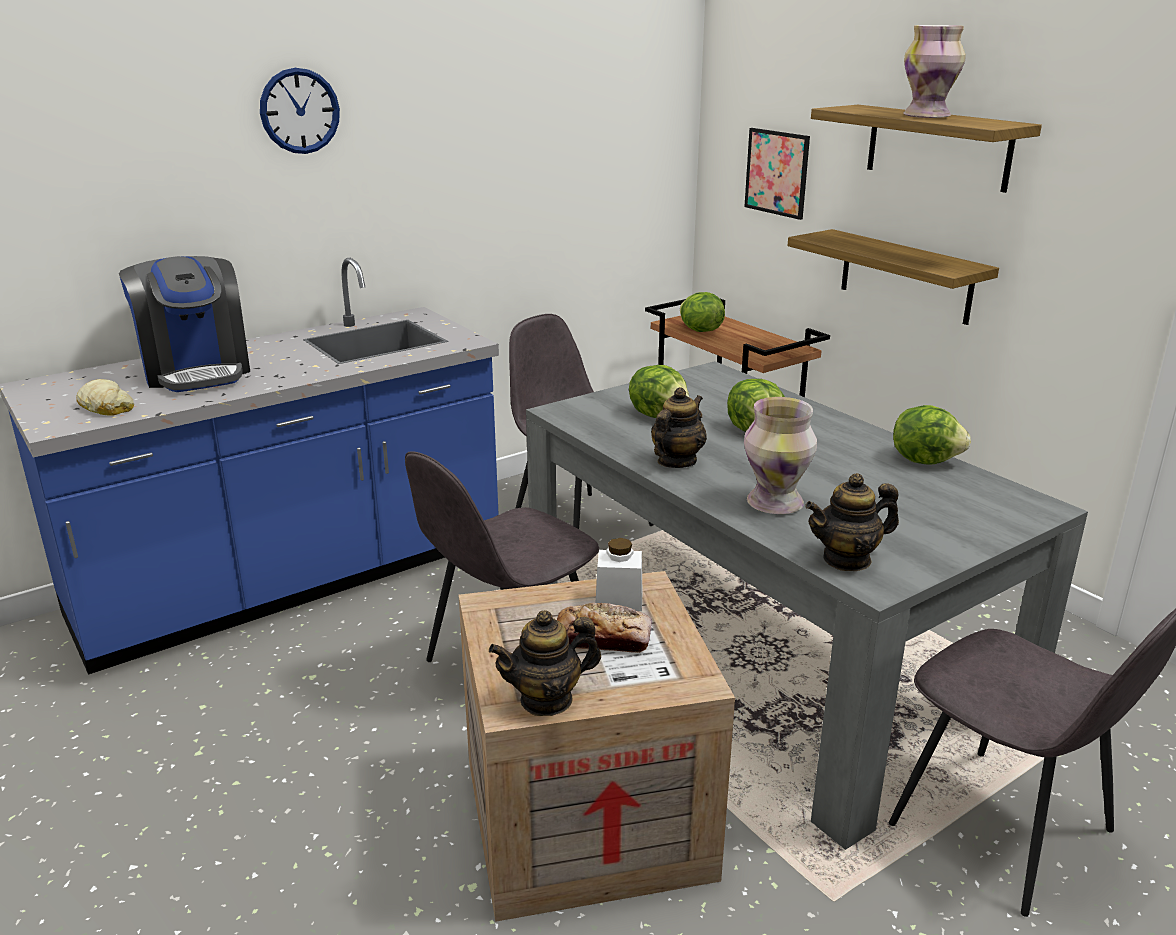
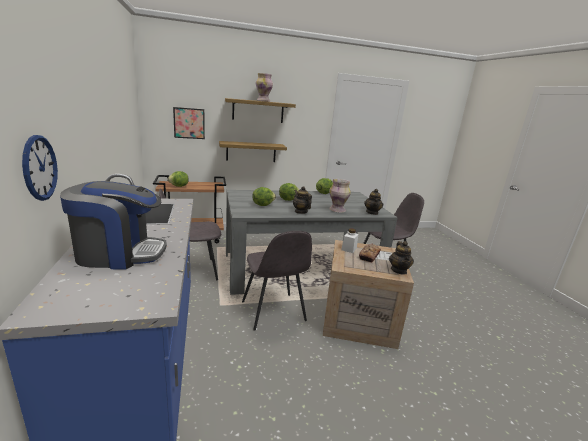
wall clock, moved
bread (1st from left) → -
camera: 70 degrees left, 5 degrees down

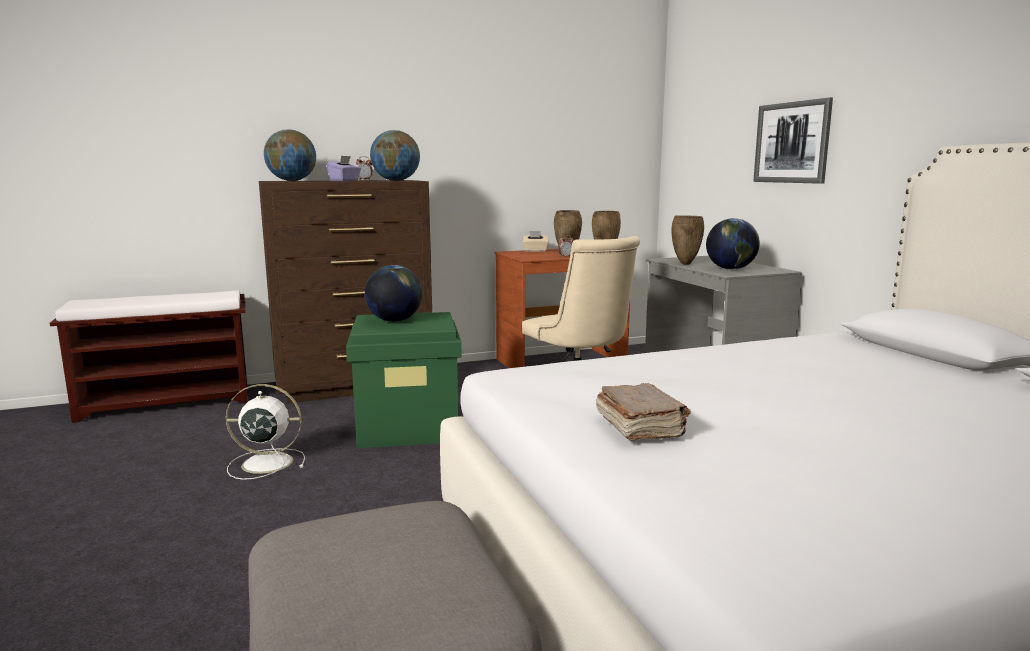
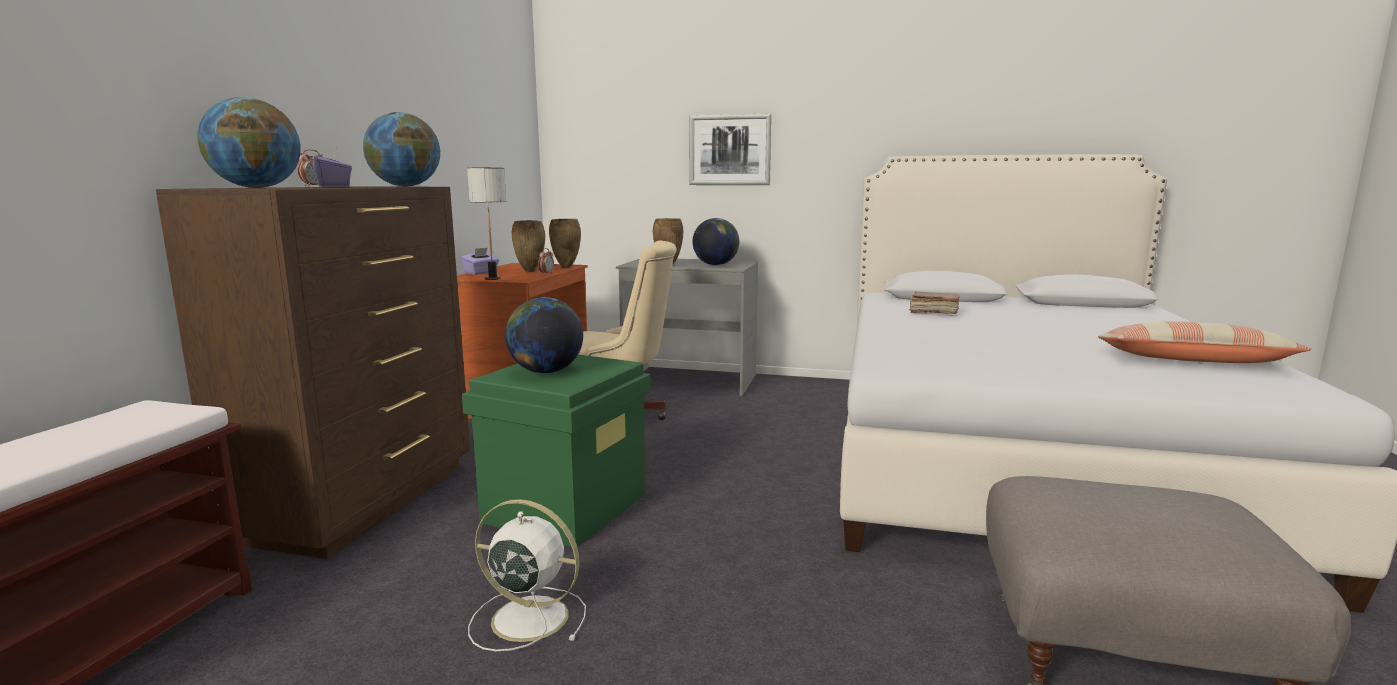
beige tissue box → purple tissue box (2nd from left)
brown book, moved
white fan, 75 degrees clockwise
- → table lamp
- → pillow
camera: 55 degrees left, 0 degrees up

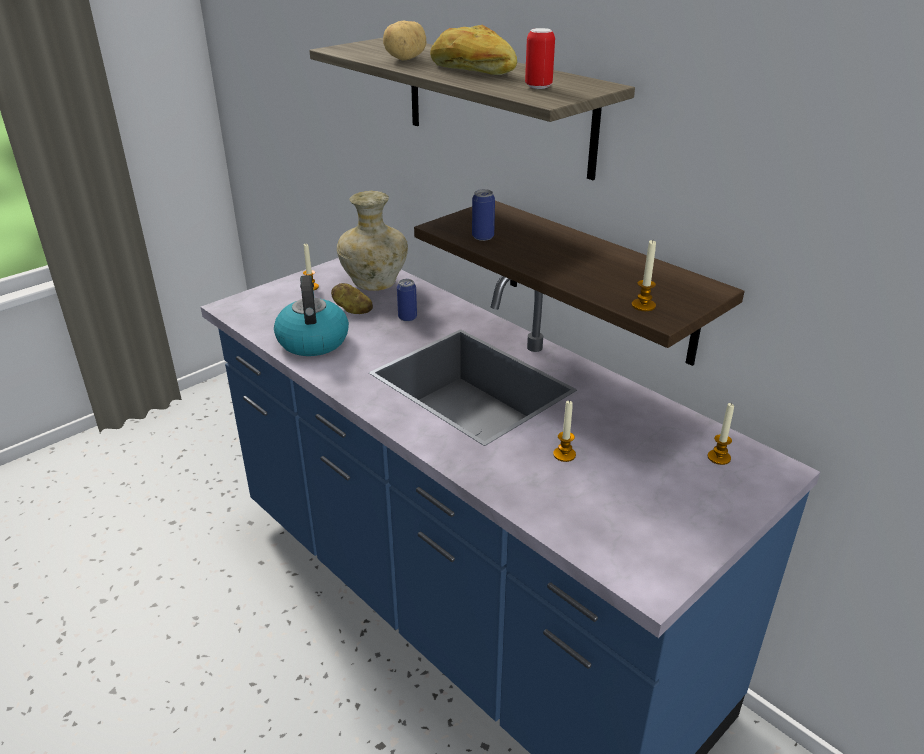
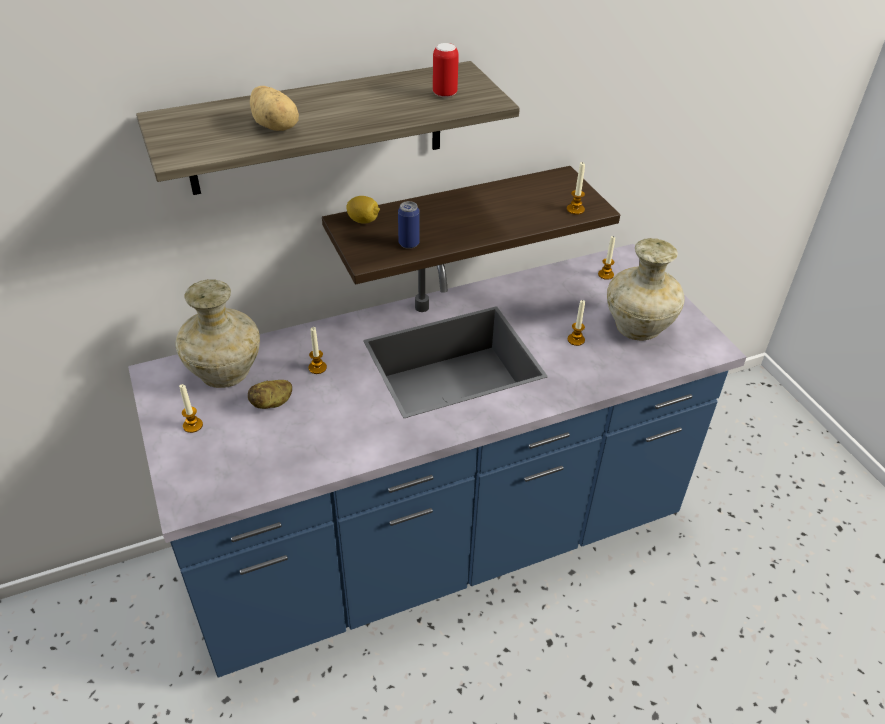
bread → -
kettle → -
can (1st from left) → candle (2nd from left)
- → lemon
- → beige vase (2nd from left)
camera: 70 degrees left, 10 degrees up

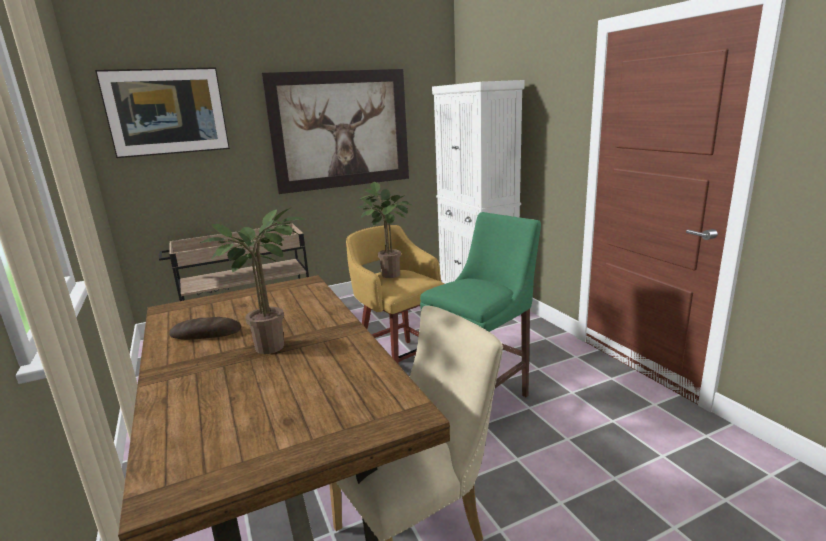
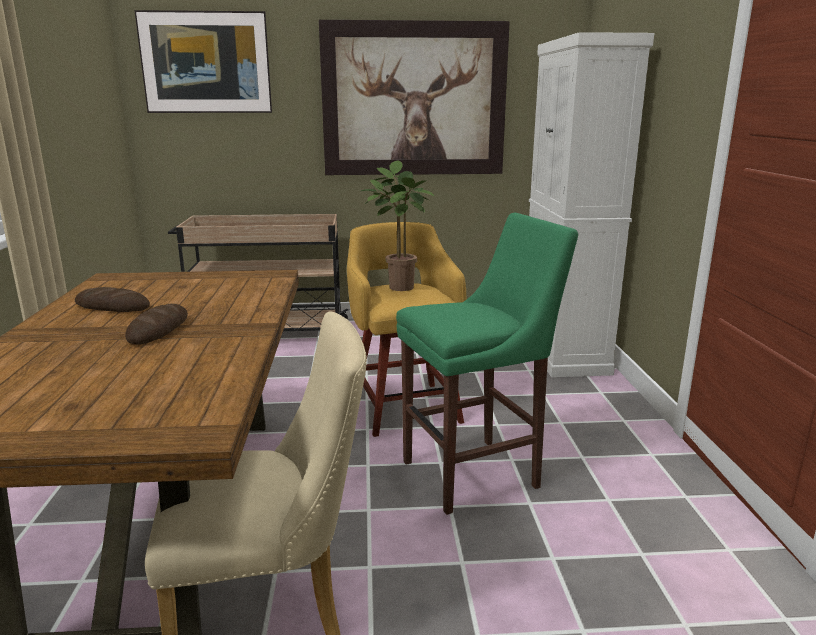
potted plant (1st from left) → bread (2nd from left)
camera: 20 degrees right, 0 degrees up

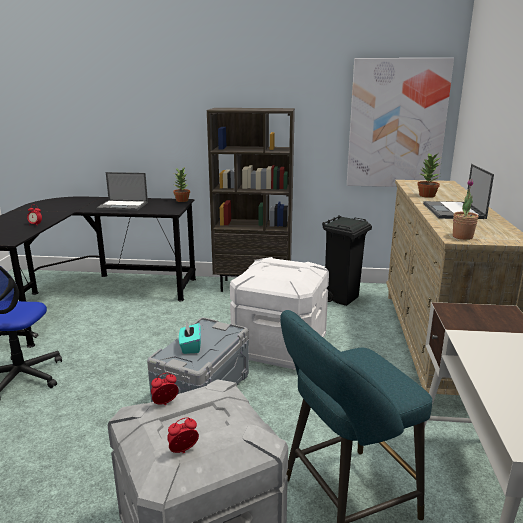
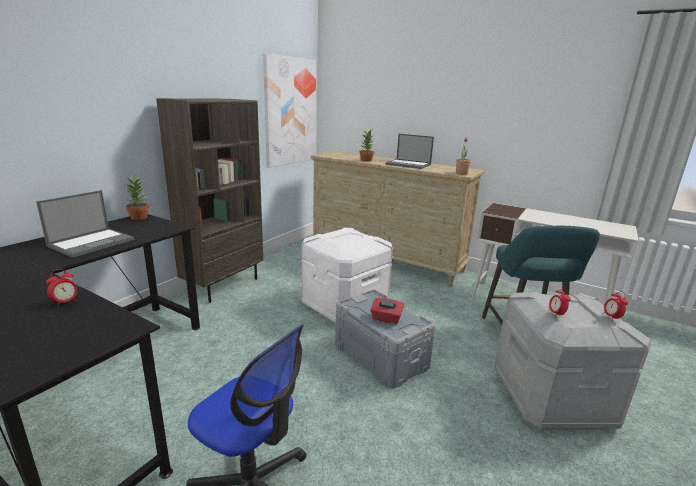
black trash can → -
turquoise tissue box → red tissue box
camera: 65 degrees left, 0 degrees up

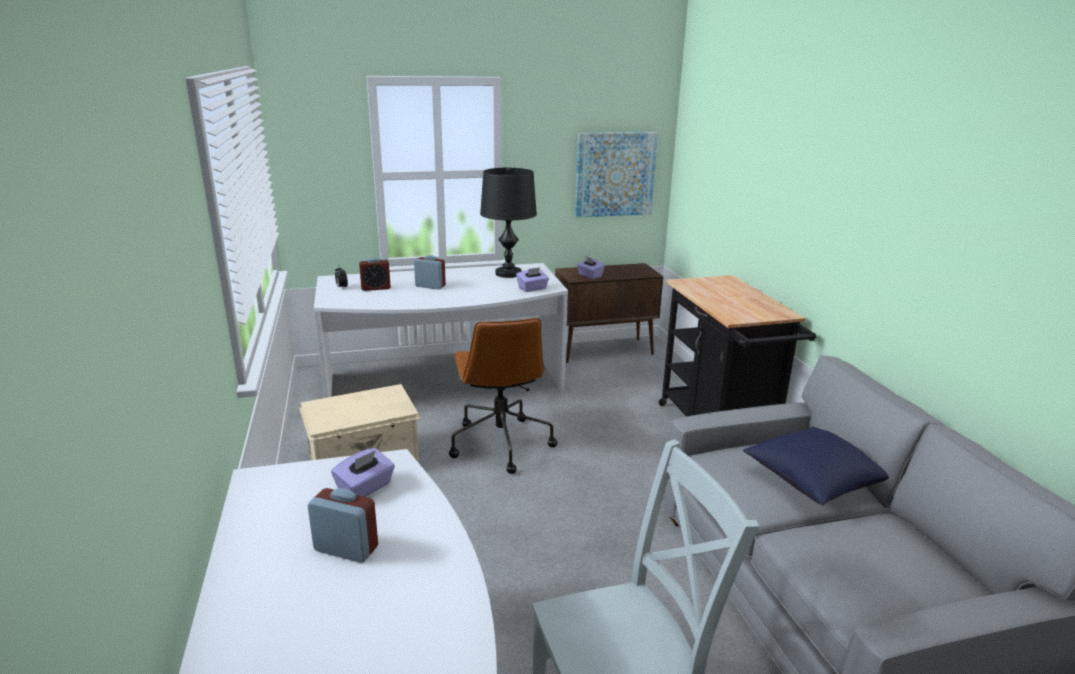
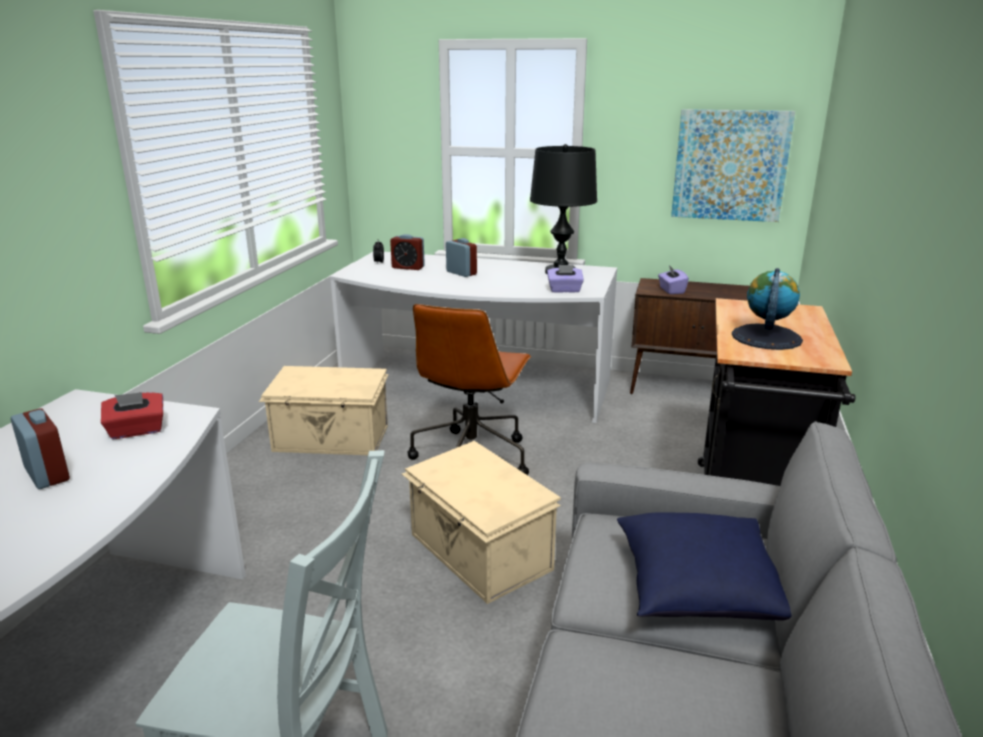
purple tissue box (1st from left) → red tissue box
- → globe
- → beige storage box (2nd from left)
camera: 30 degrees right, 0 degrees up

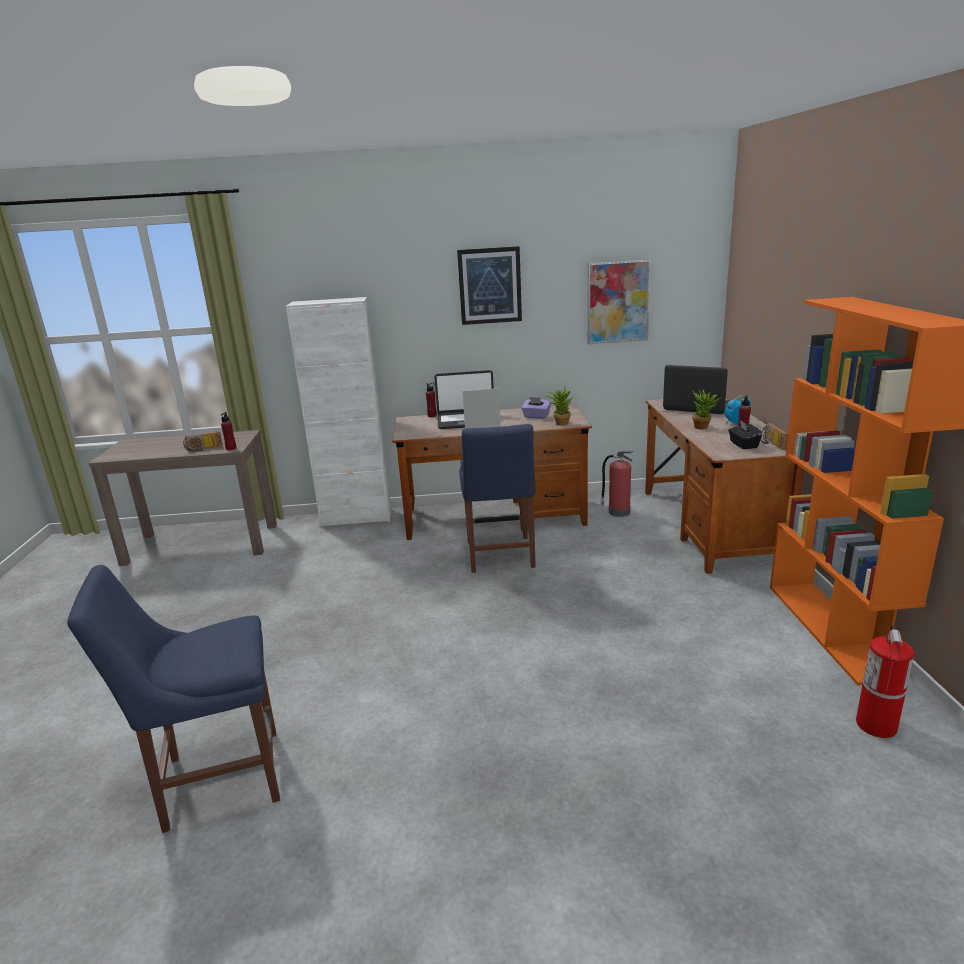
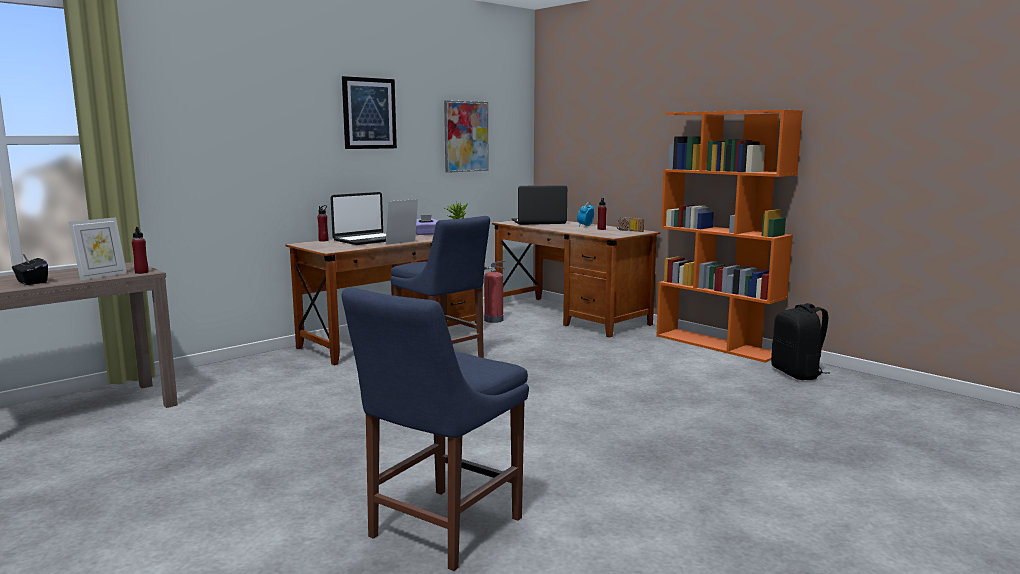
white cabinet → -
potted plant (2nd from left) → -
black tissue box, moved
radio (1st from left) → picture frame (1st from left)
fire extinguisher (2nd from left) → black backpack
camera: 40 degrees left, 10 degrees down

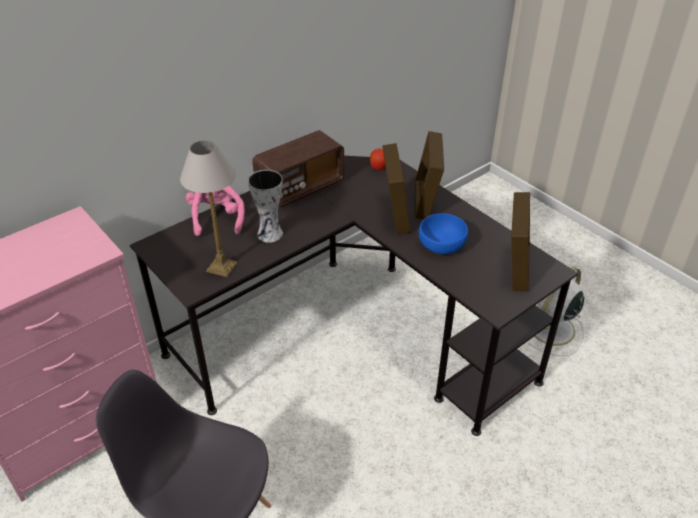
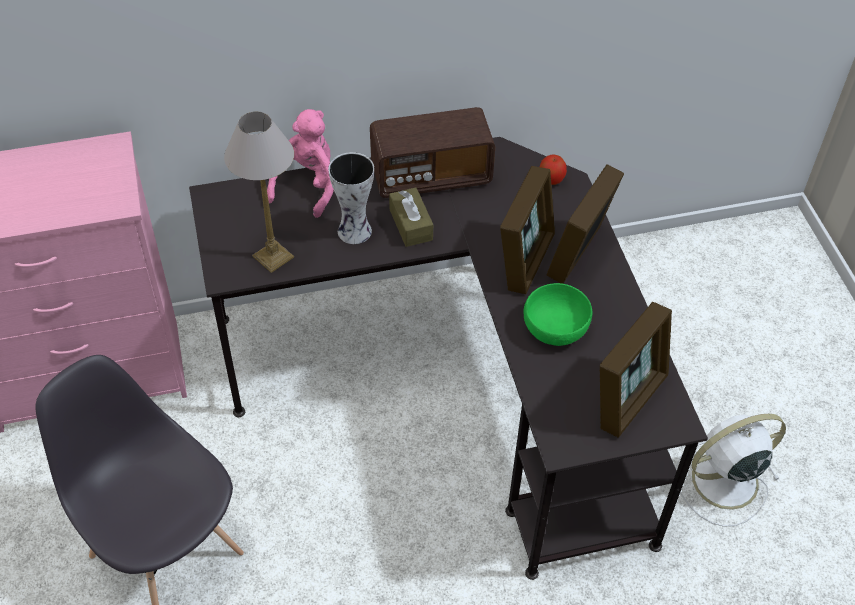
blue bowl → green bowl
- → brown tissue box
camera: 25 degrees right, 10 degrees up

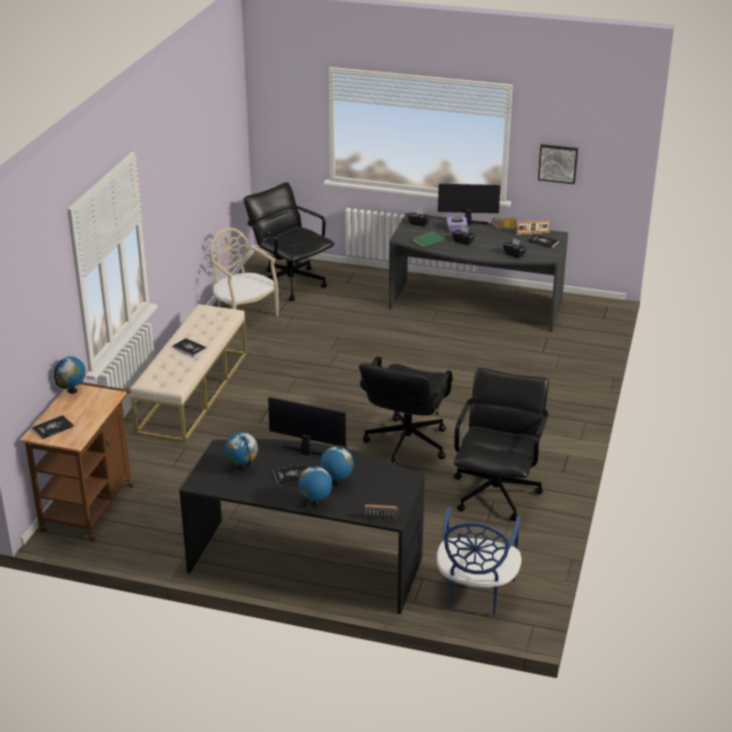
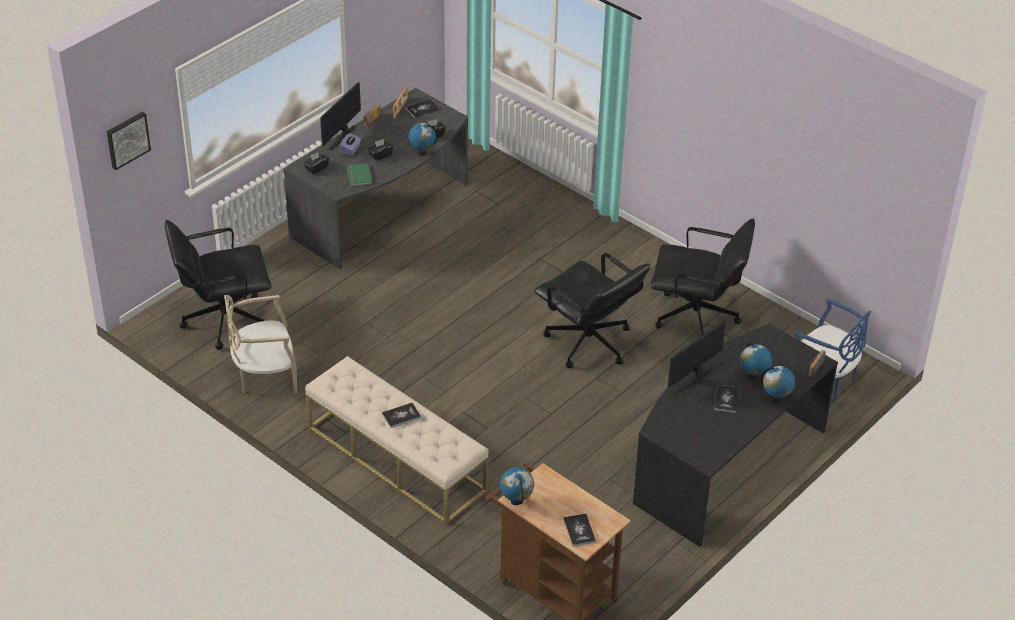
picture, moved
black office chair (3rd from left), 150 degrees clockwise
globe (2nd from left in the first image) → globe (1st from left), moved
camera: 65 degrees left, 10 degrees up

